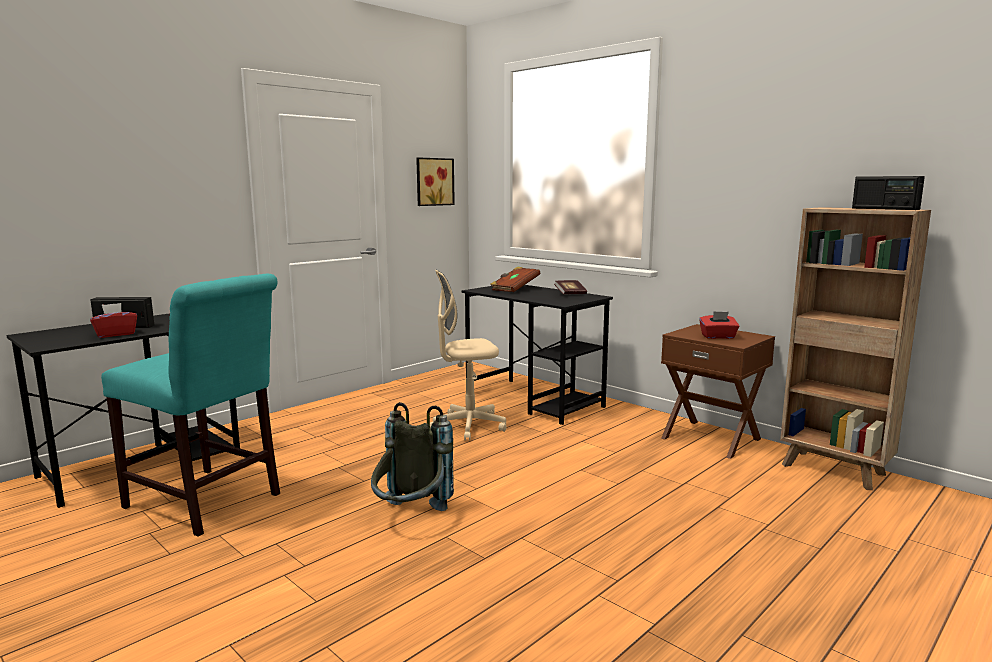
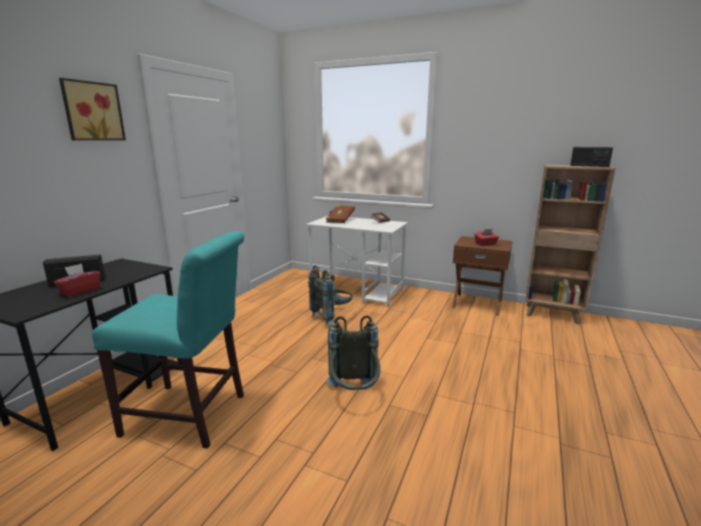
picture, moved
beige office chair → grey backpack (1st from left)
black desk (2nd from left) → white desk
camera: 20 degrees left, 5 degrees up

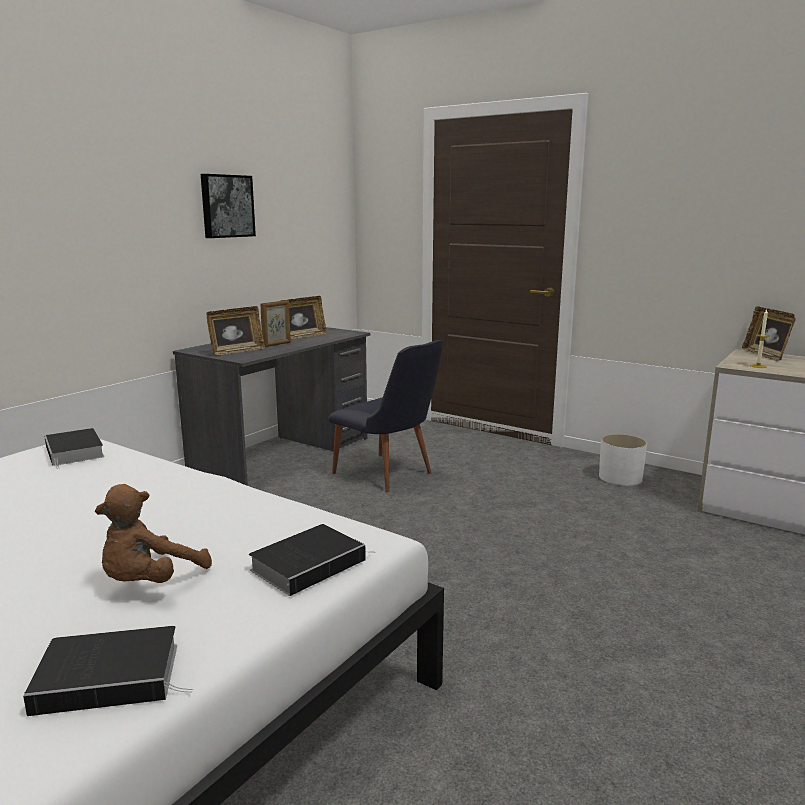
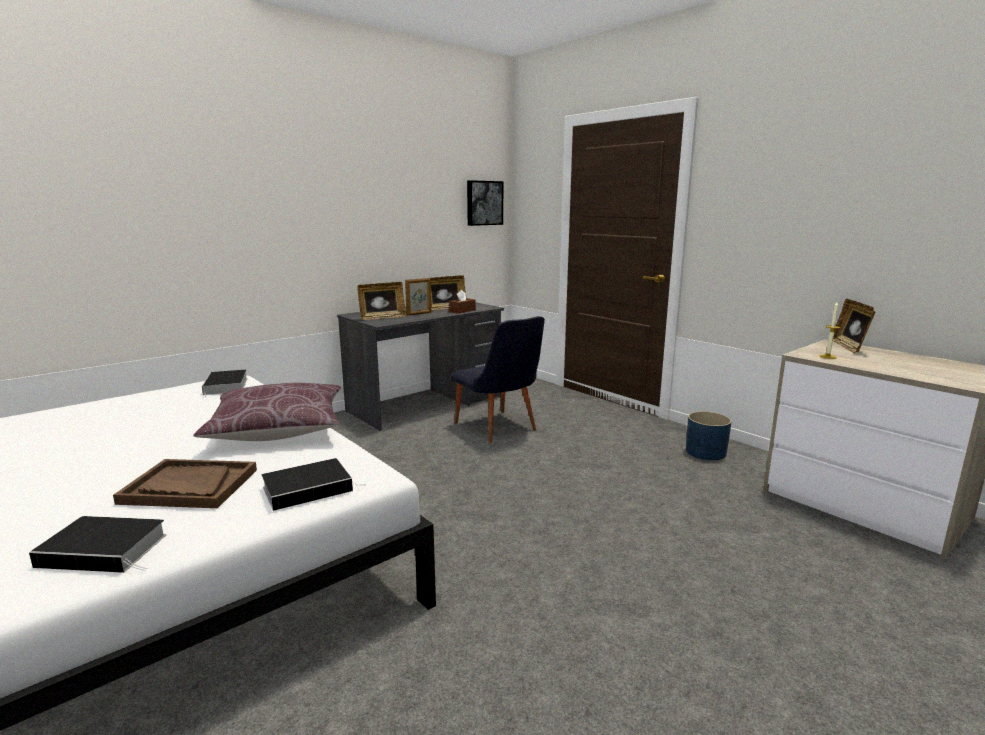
picture, moved
white planter → blue planter
brown plush toy → brown tray
- → brown tissue box
- → brown pillow
camera: 15 degrees right, 0 degrees up

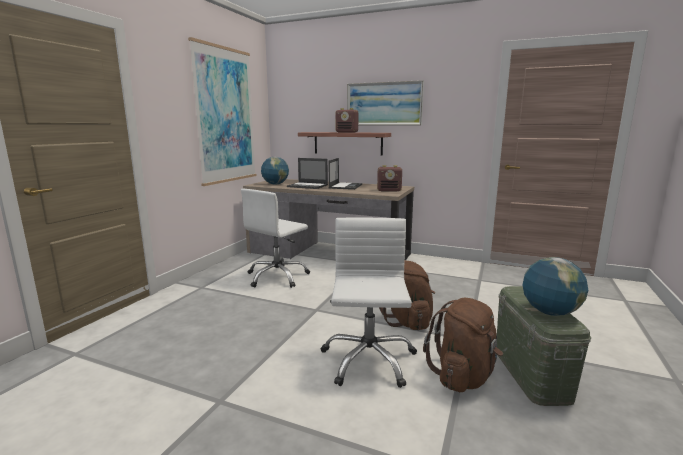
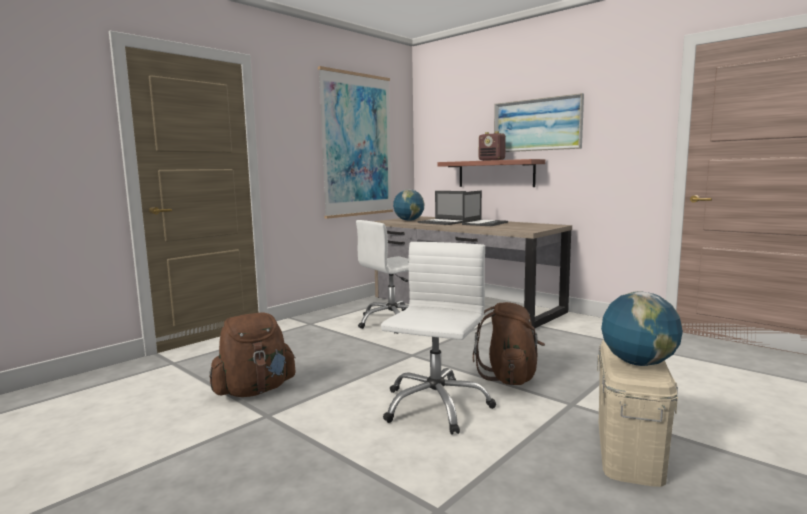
radio (2nd from left) → -
green storage box → beige storage box
brown backpack (2nd from left in the first image) → brown backpack (1st from left), moved
camera: 20 degrees right, 5 degrees down

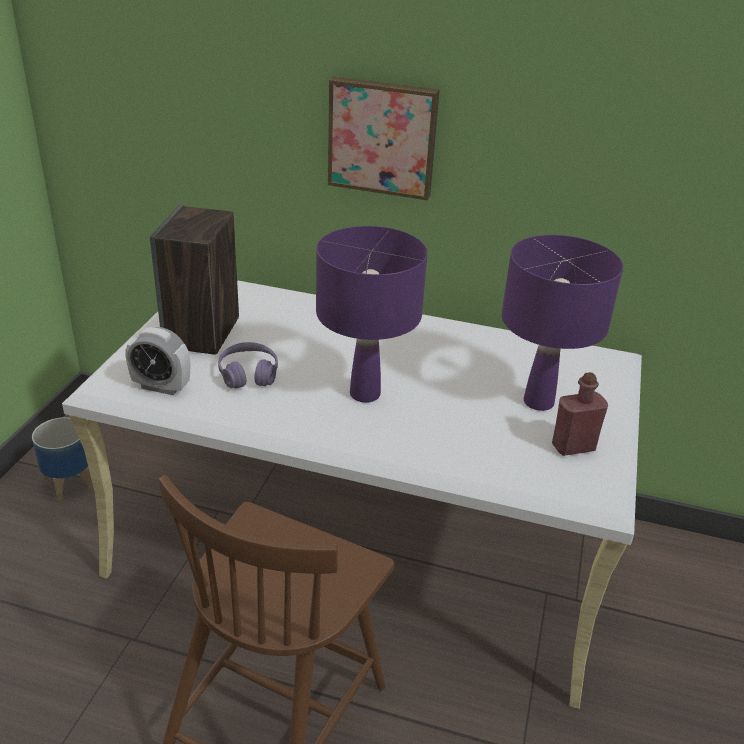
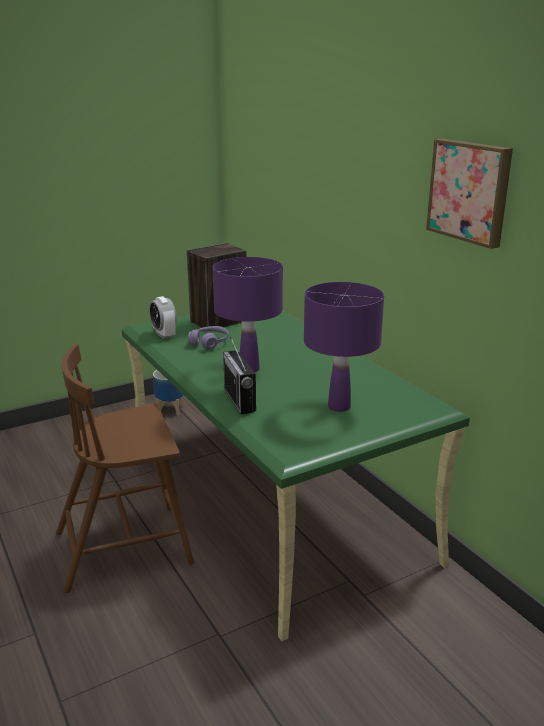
picture, moved
white desk → green desk
red bottle → -
- → radio
camera: 45 degrees right, 10 degrees down

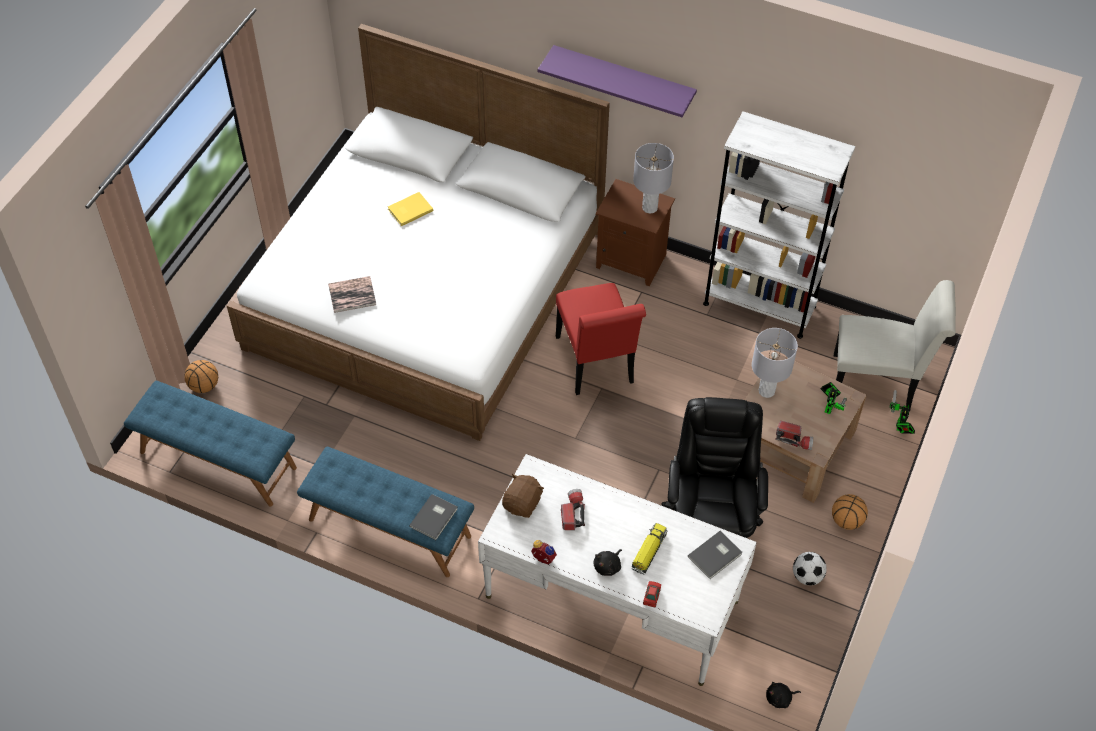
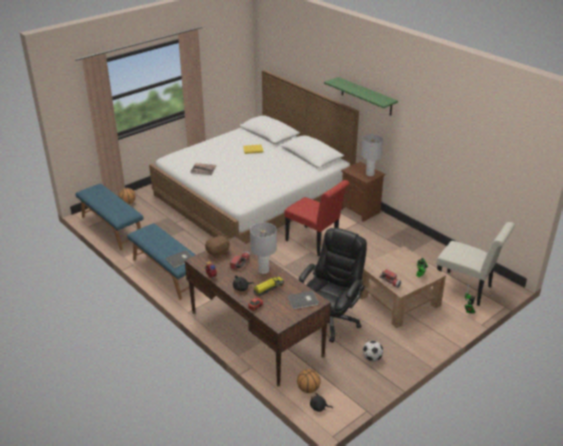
purple shelf → green shelf
white bookcase → -
red chair, 60 degrees counterclockwise
grey table lamp (2nd from left in the first image) → grey table lamp (1st from left), moved
white desk → brown desk
basketball (2nd from left), moved
camera: 25 degrees right, 20 degrees down

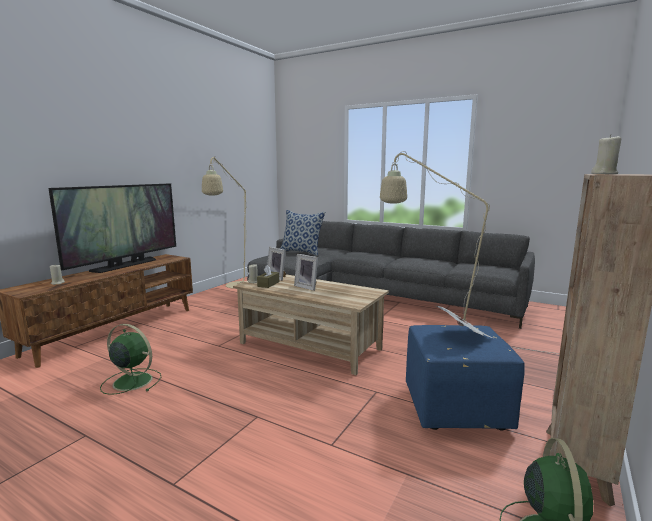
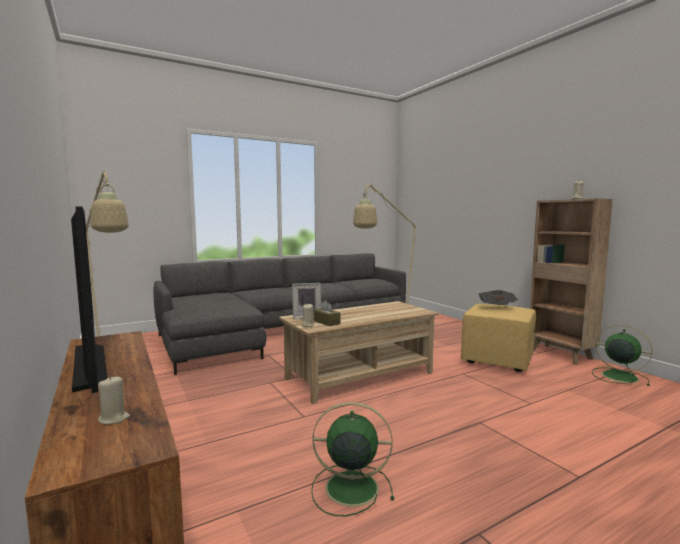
pillow → -
picture frame (2nd from left) → -
green fan (1st from left), 45 degrees clockwise
blue ottoman → yellow ottoman
camera: 60 degrees left, 5 degrees down

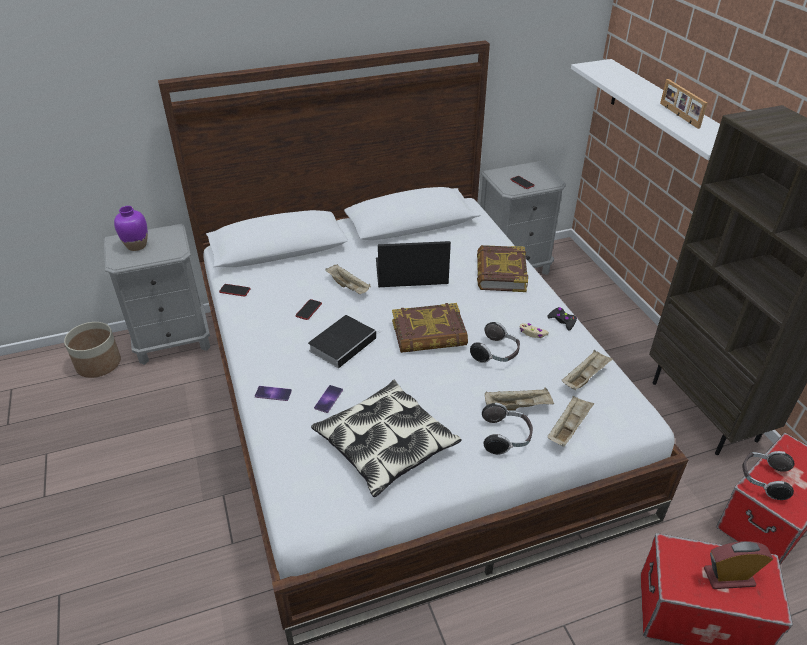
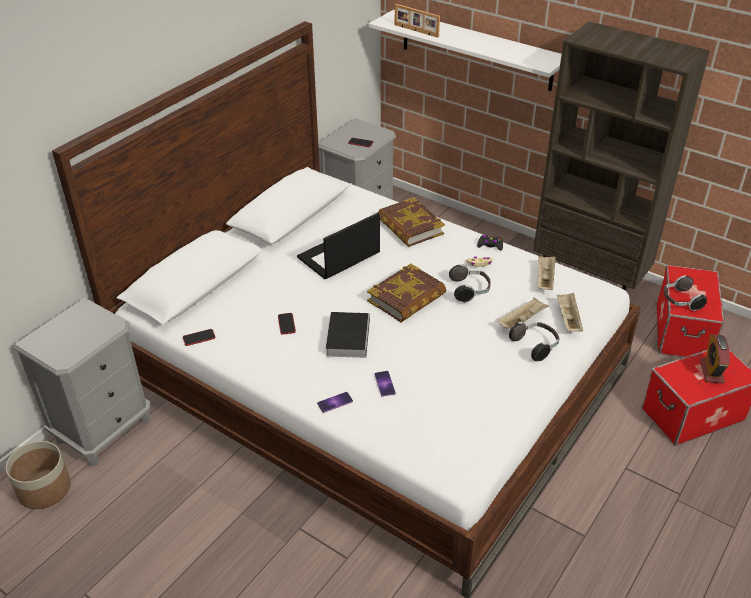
picture frame, moved
purple vase → -
beige tray (1st from left) → -
pillow → -
alarm clock, 45 degrees counterclockwise
camera: 35 degrees left, 0 degrees up

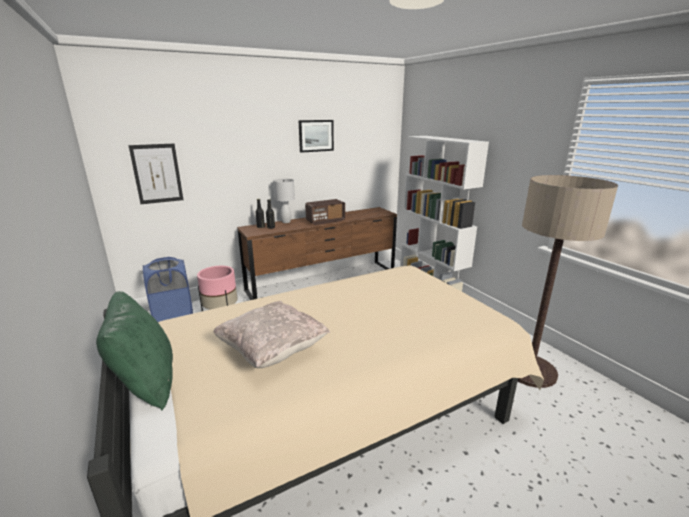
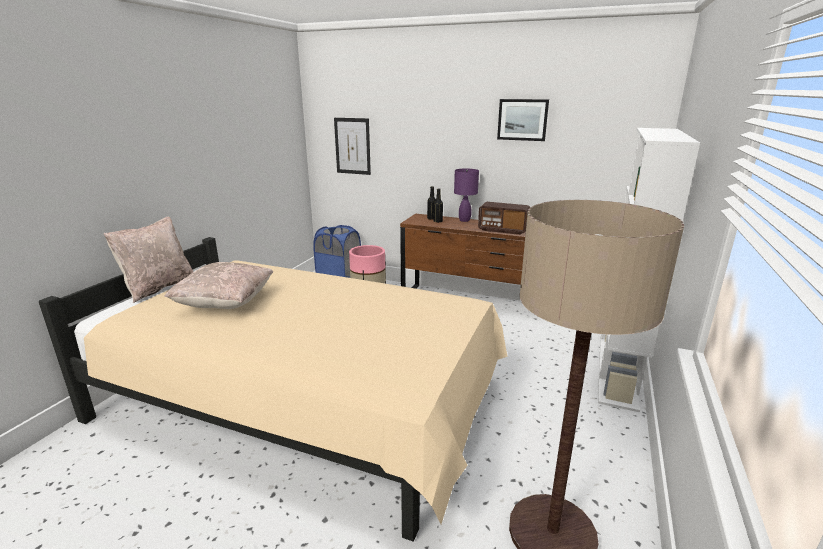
white table lamp → purple table lamp
green pillow → beige pillow (1st from left)
camera: 50 degrees right, 0 degrees up

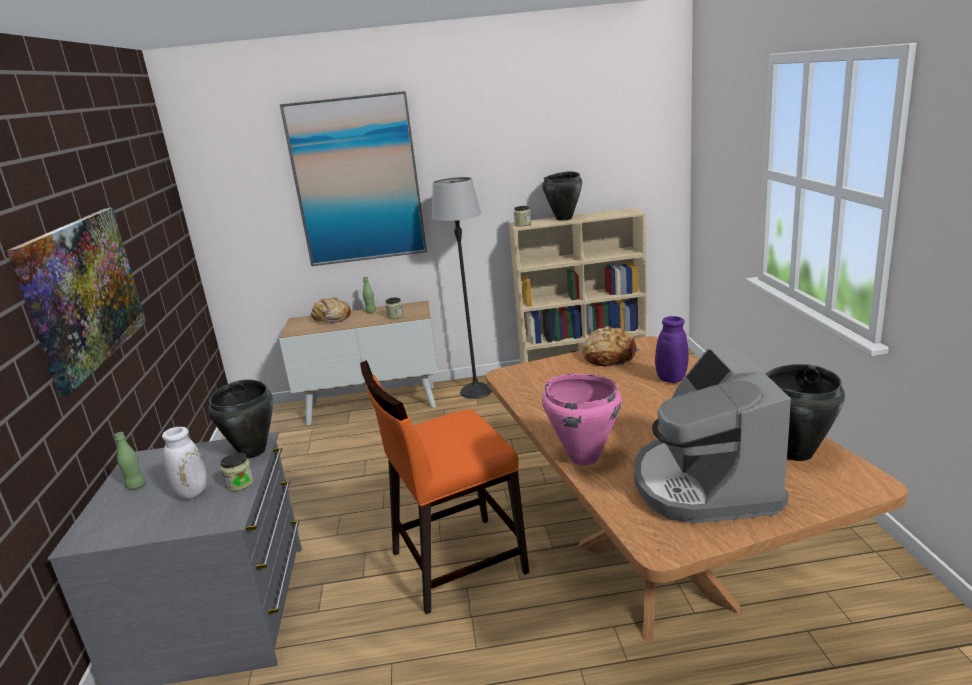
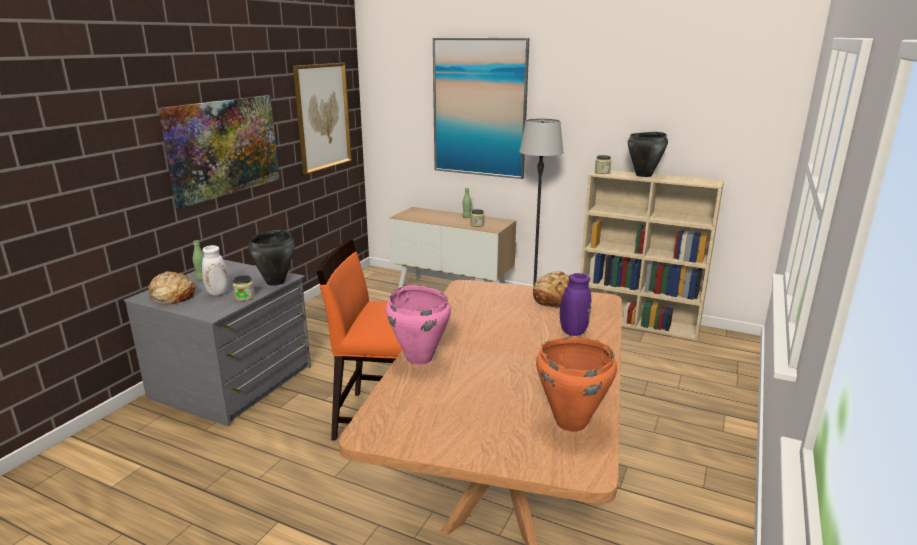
bread (1st from left), moved
coffee machine → -
black cooking pot (3rd from left) → orange cooking pot
- → picture (2nd from left)
camera: 30 degrees right, 0 degrees up

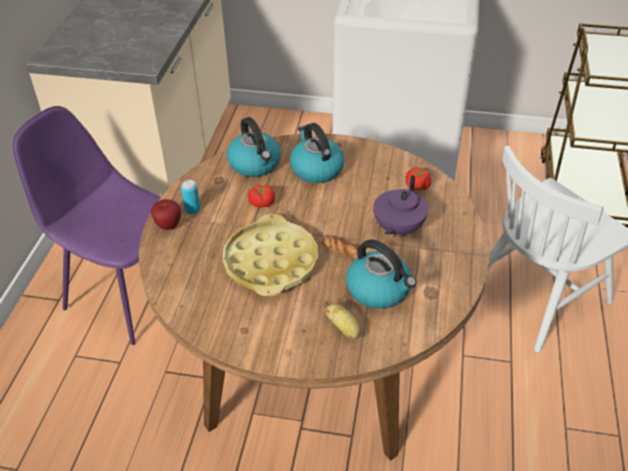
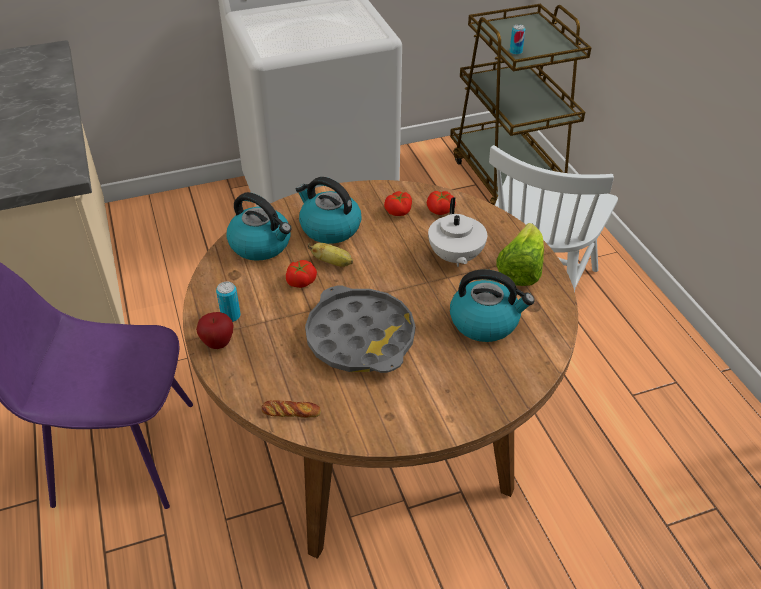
purple teapot → white teapot
yellow tray → grey tray
bread, moved
banana, moved
- → can (2nd from left)
- → tomato (2nd from left)
- → lettuce
camera: 30 degrees left, 0 degrees up

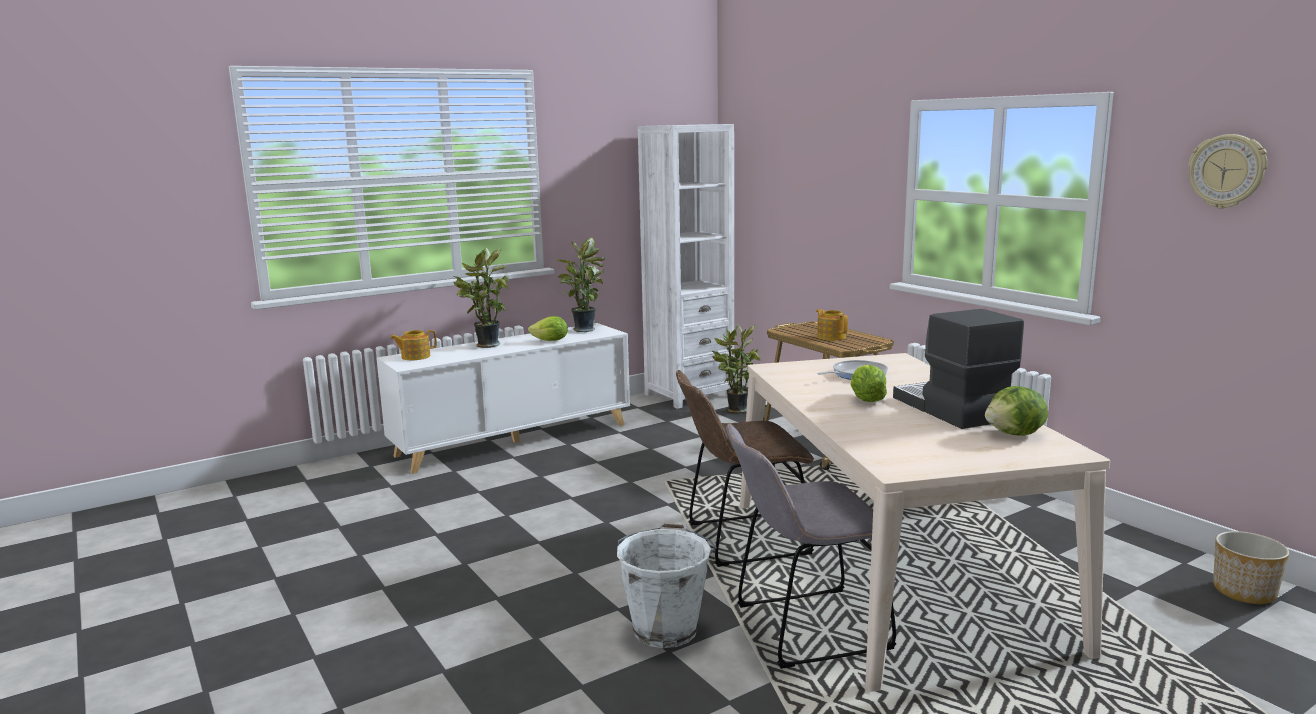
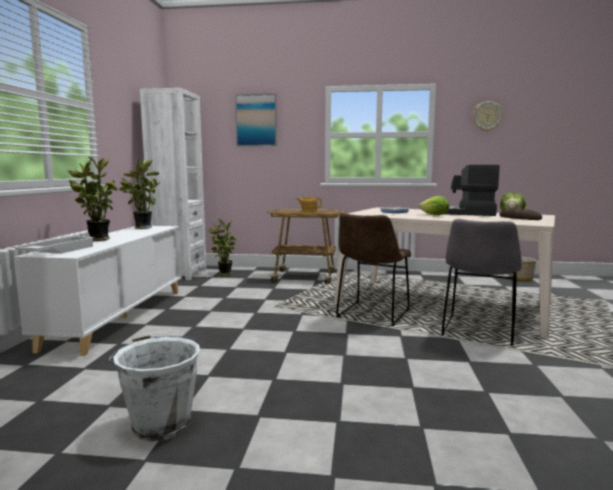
lettuce (1st from left) → -
teapot (1st from left) → white tray
white bucket, moved
- → picture
- → bread
camera: 50 degrees left, 5 degrees down

